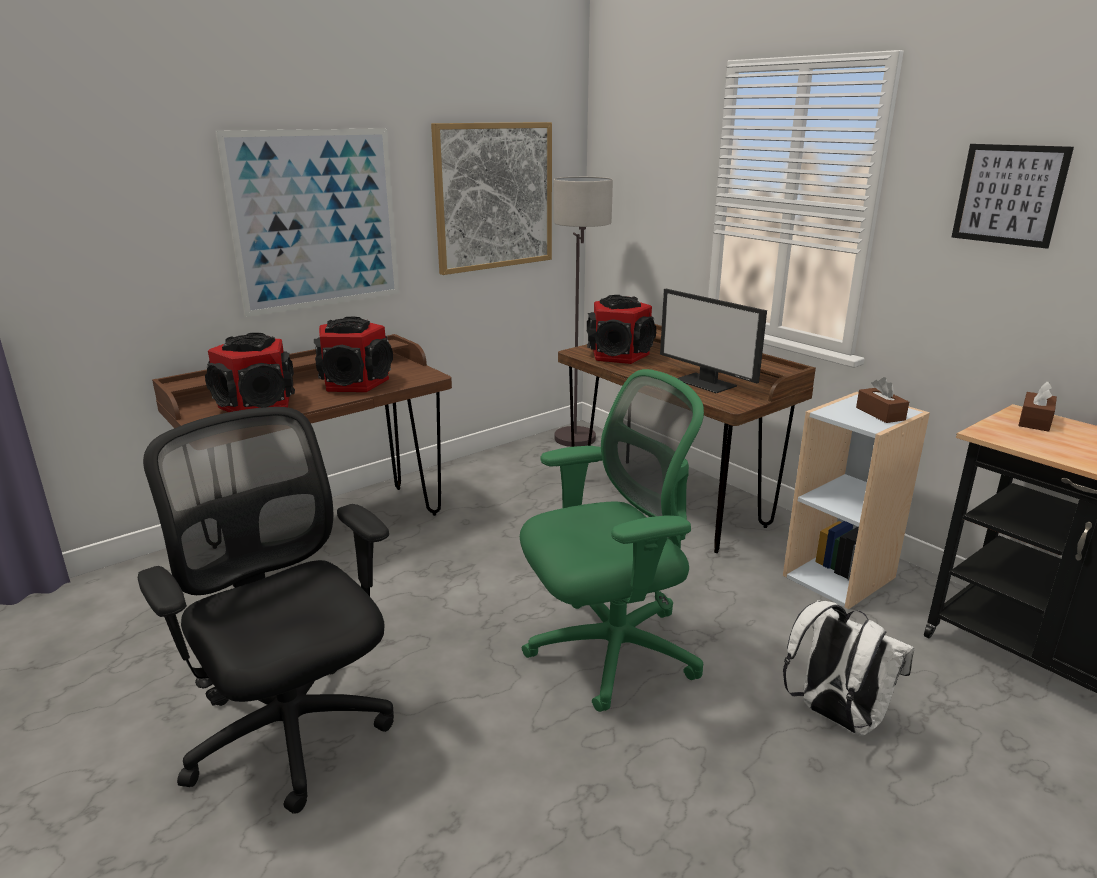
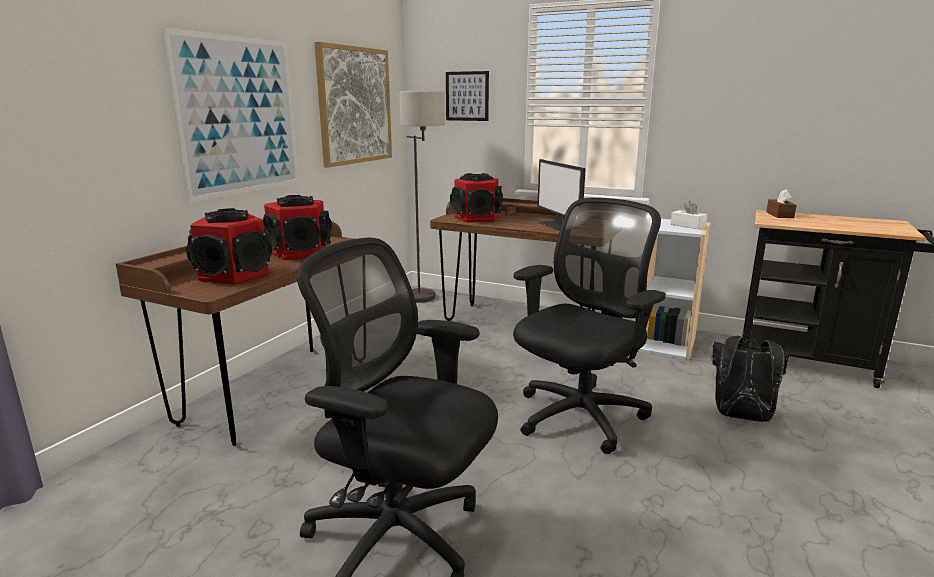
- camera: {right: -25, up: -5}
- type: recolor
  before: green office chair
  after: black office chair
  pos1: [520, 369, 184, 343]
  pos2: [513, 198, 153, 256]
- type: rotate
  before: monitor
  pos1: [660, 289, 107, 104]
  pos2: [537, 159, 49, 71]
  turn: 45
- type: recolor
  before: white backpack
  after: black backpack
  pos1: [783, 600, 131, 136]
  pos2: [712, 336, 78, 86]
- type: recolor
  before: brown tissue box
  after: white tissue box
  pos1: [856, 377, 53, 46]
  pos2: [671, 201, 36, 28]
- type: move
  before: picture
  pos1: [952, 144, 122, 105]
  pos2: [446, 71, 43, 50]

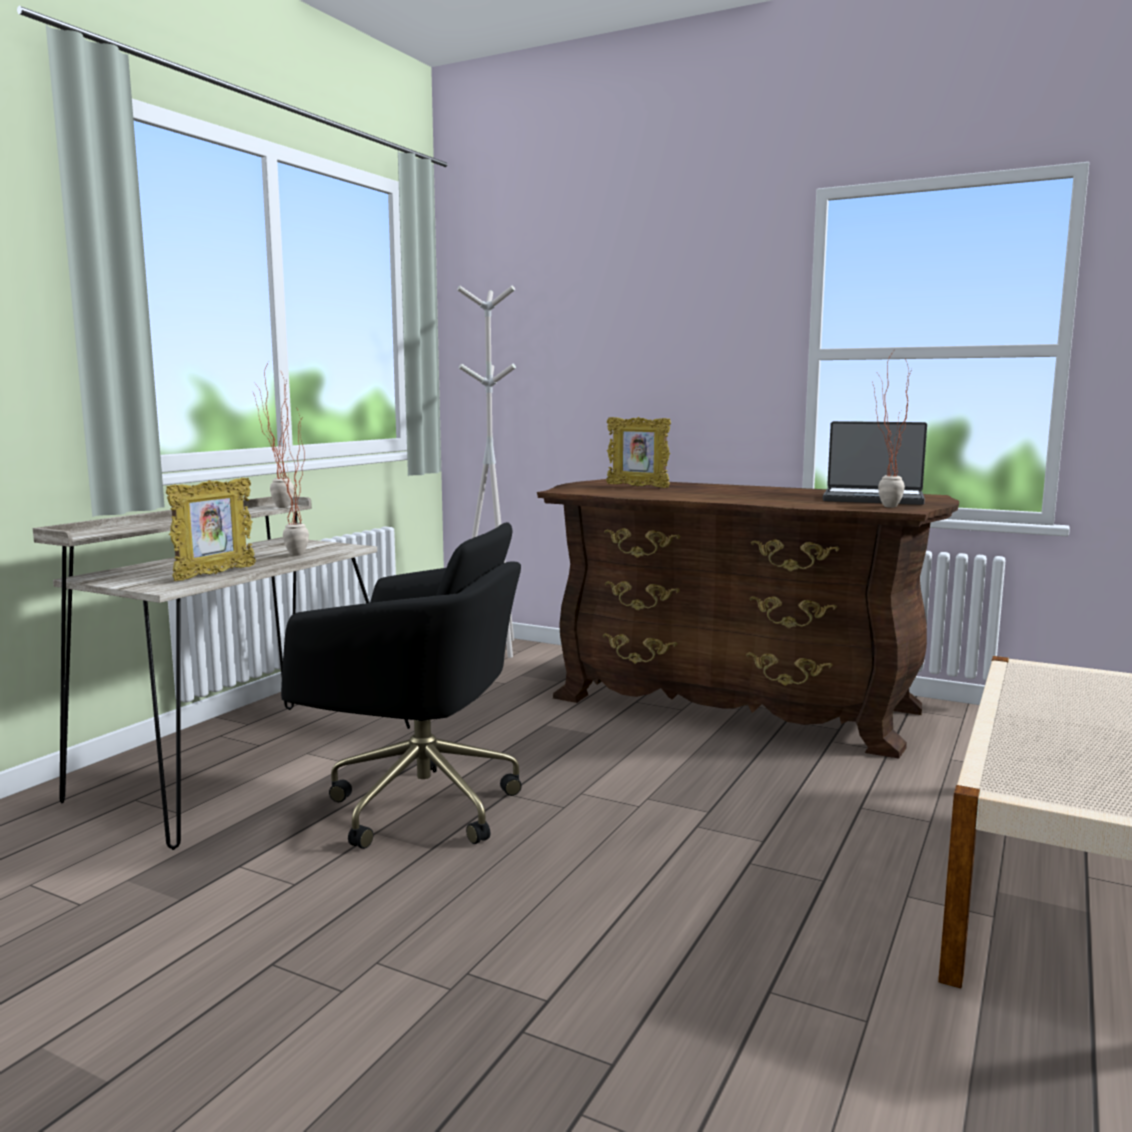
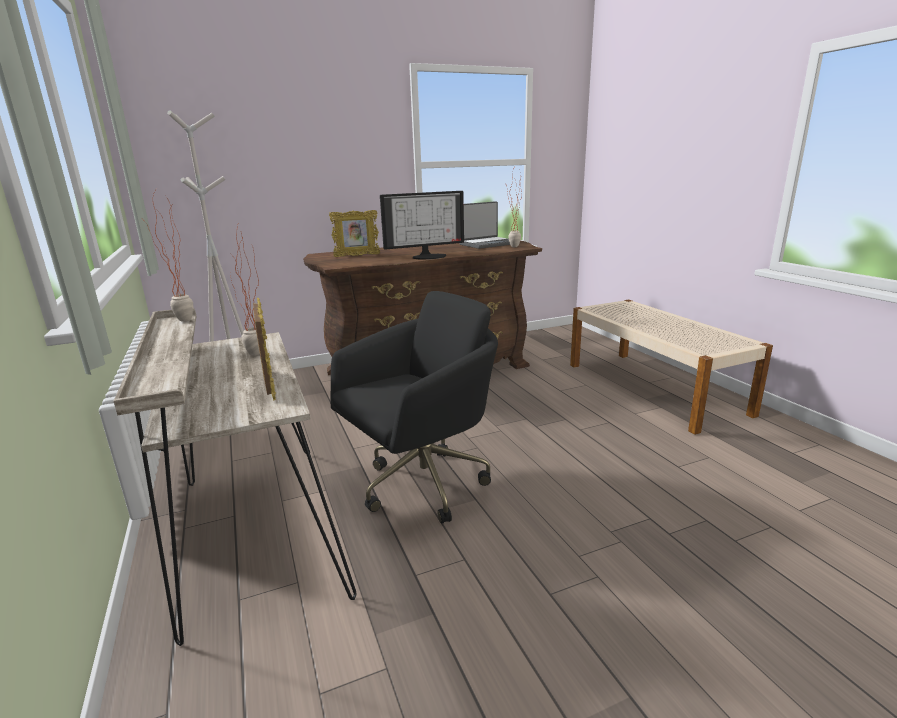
- camera: {right: -50, up: 10}
- type: insert
  after: monitor
  pos2: [380, 191, 84, 69]

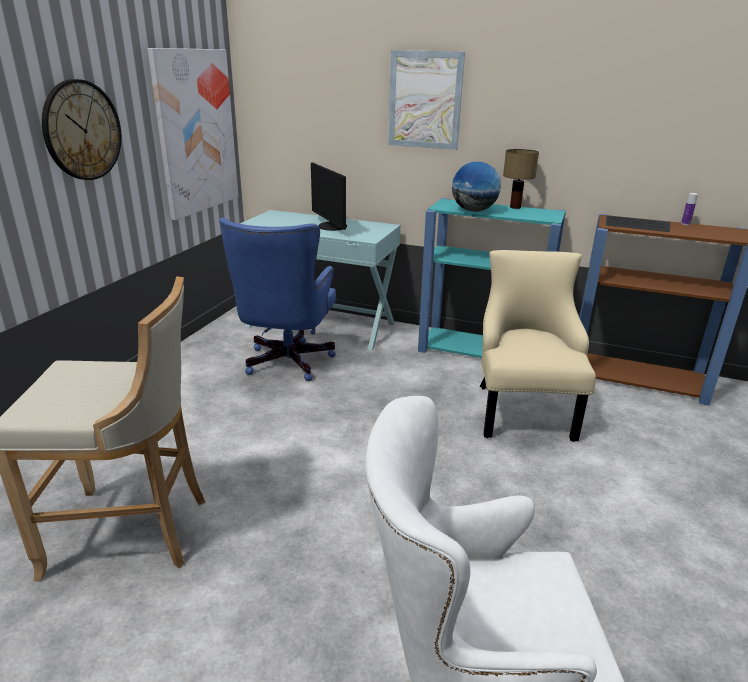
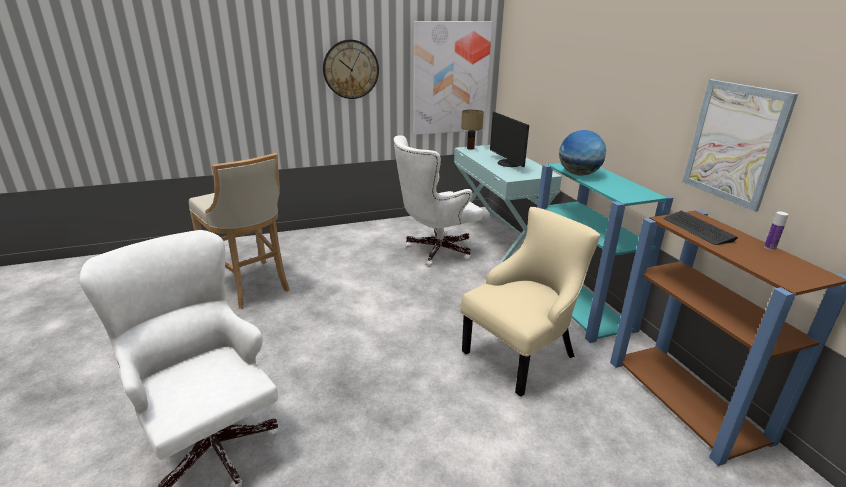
- camera: {right: 50, up: 0}
- type: recolor
  before: blue office chair
  after: white office chair
  pos1: [219, 217, 117, 164]
  pos2: [394, 135, 90, 131]
- type: rotate
  before: monitor
  pos1: [311, 162, 36, 69]
  pos2: [490, 112, 39, 55]
  turn: -45
- type: move
  before: picture
  pos1: [388, 50, 77, 100]
  pos2: [682, 79, 116, 133]
- type: move
  before: table lamp
  pos1: [503, 149, 36, 60]
  pos2: [461, 110, 23, 40]

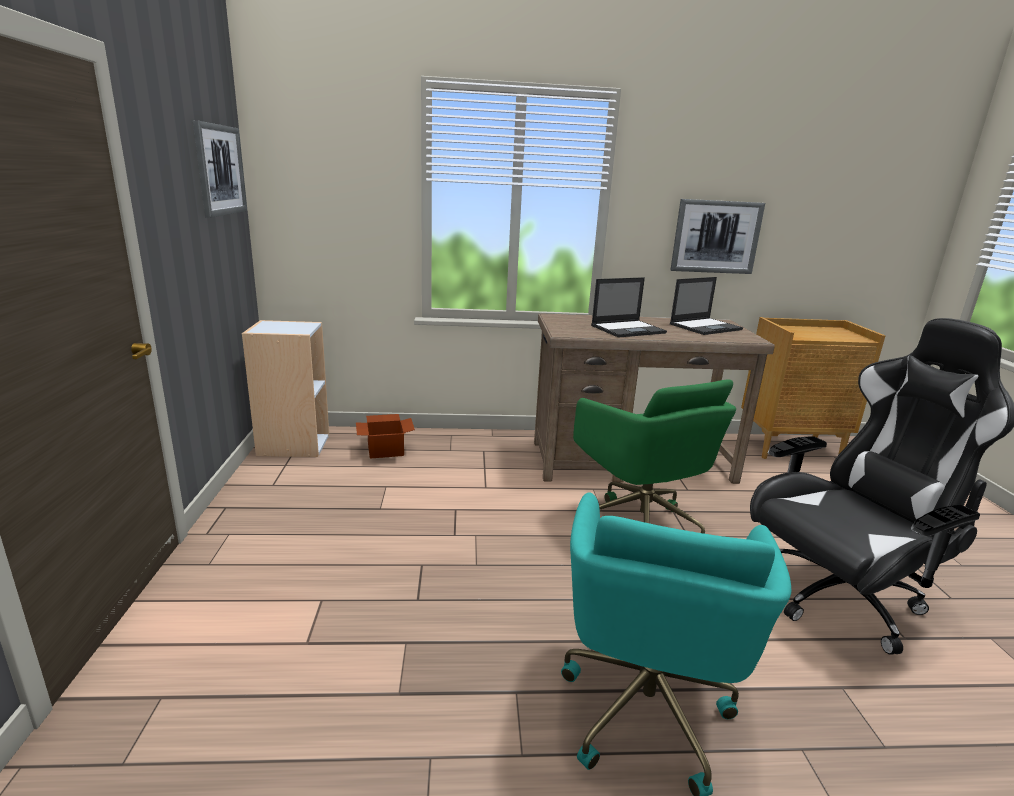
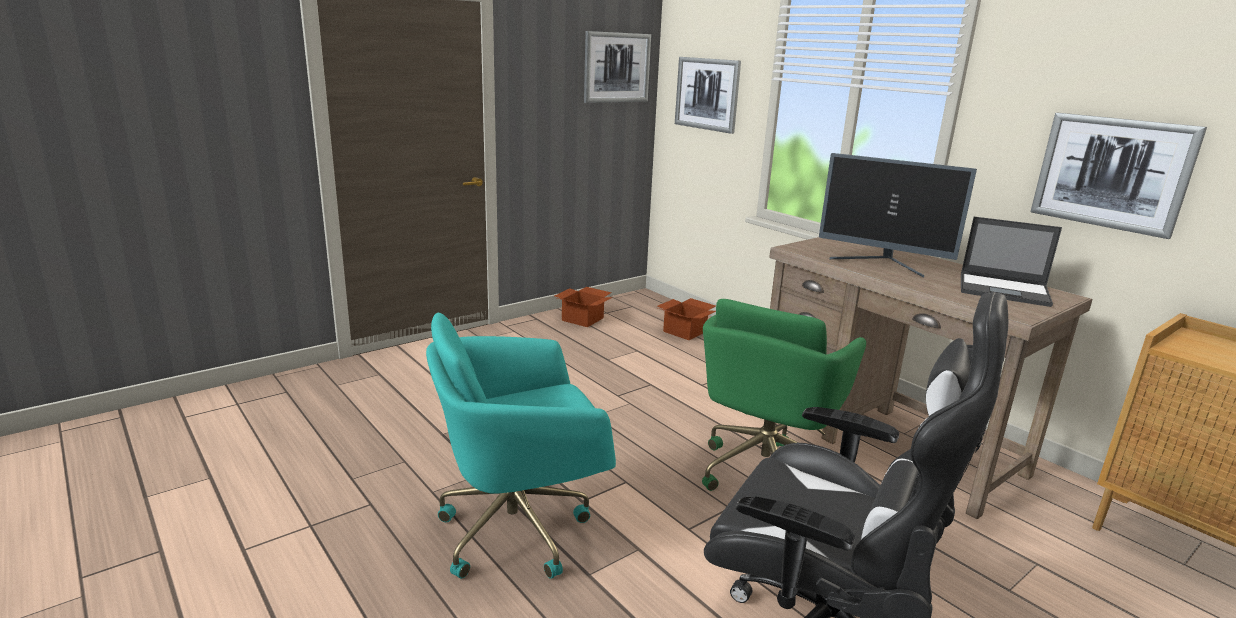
- camera: {right: 55, up: 0}
- type: delete
  before: bookcase
  pos1: [242, 320, 87, 137]
- type: replace
  before: laptop
  after: monitor
  pos1: [591, 277, 76, 61]
  pos2: [819, 153, 158, 125]
- type: insert
  after: cardboard box
  pos2: [555, 287, 58, 40]
- type: insert
  after: picture
  pos2: [675, 57, 66, 77]

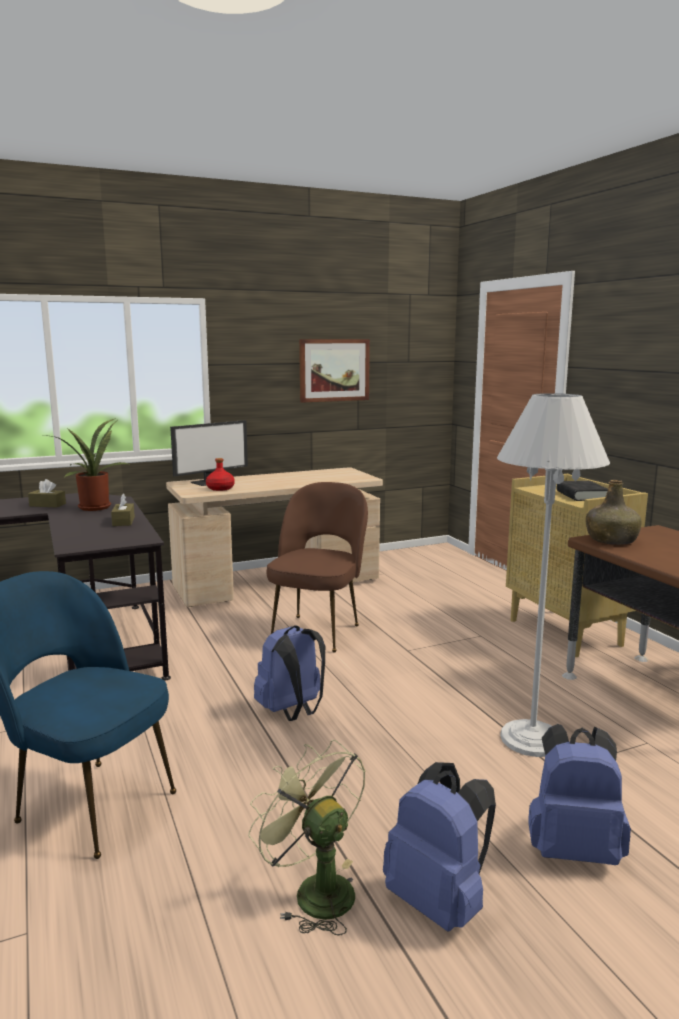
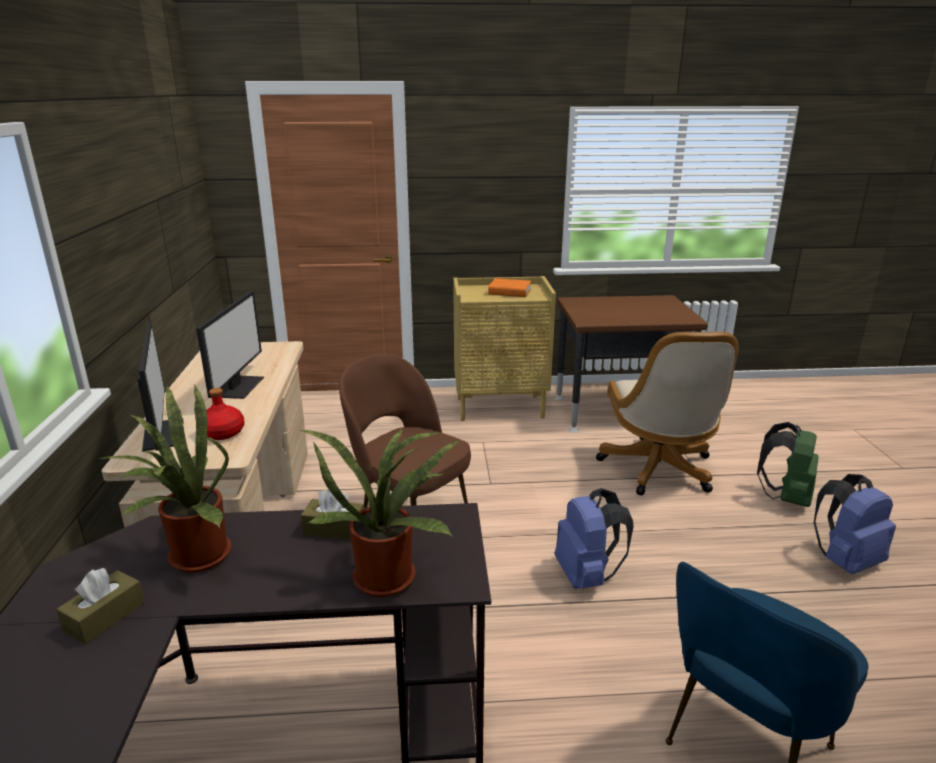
- camera: {right: -70, up: 10}
- type: delete
  before: green fan
  pos1: [248, 740, 118, 196]
- type: delete
  before: picture
  pos1: [299, 339, 71, 64]
- type: replace
  before: white floor lamp
  after: office chair
  pos1: [497, 393, 113, 364]
  pos2: [596, 332, 143, 163]
- type: recolor
  before: blue backpack
  after: green backpack
  pos1: [528, 724, 103, 141]
  pos2: [757, 422, 62, 85]
- type: recolor
  before: black book
  after: orange book
  pos1: [557, 481, 51, 20]
  pos2: [488, 278, 44, 19]
- type: delete
  before: green bottle
  pos1: [586, 480, 56, 65]
- type: insert
  after: monitor
  pos2: [196, 291, 68, 108]
- type: insert
  after: potted plant
  pos2: [299, 428, 161, 169]

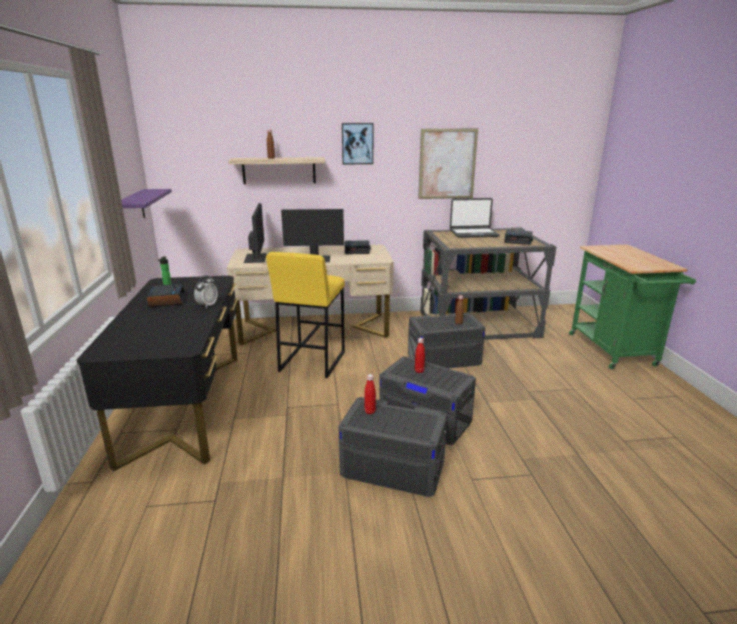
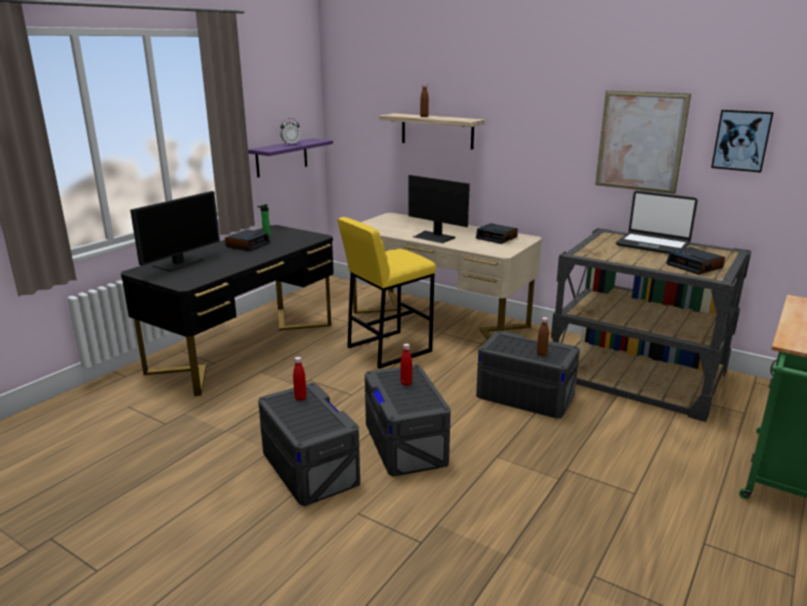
- camera: {right: 40, up: 0}
- type: move
  before: alarm clock
  pos1: [194, 275, 24, 33]
  pos2: [280, 118, 20, 26]
- type: move
  before: monitor
  pos1: [244, 203, 23, 60]
  pos2: [130, 191, 90, 80]
- type: move
  before: picture
  pos1: [342, 123, 31, 42]
  pos2: [711, 110, 63, 63]

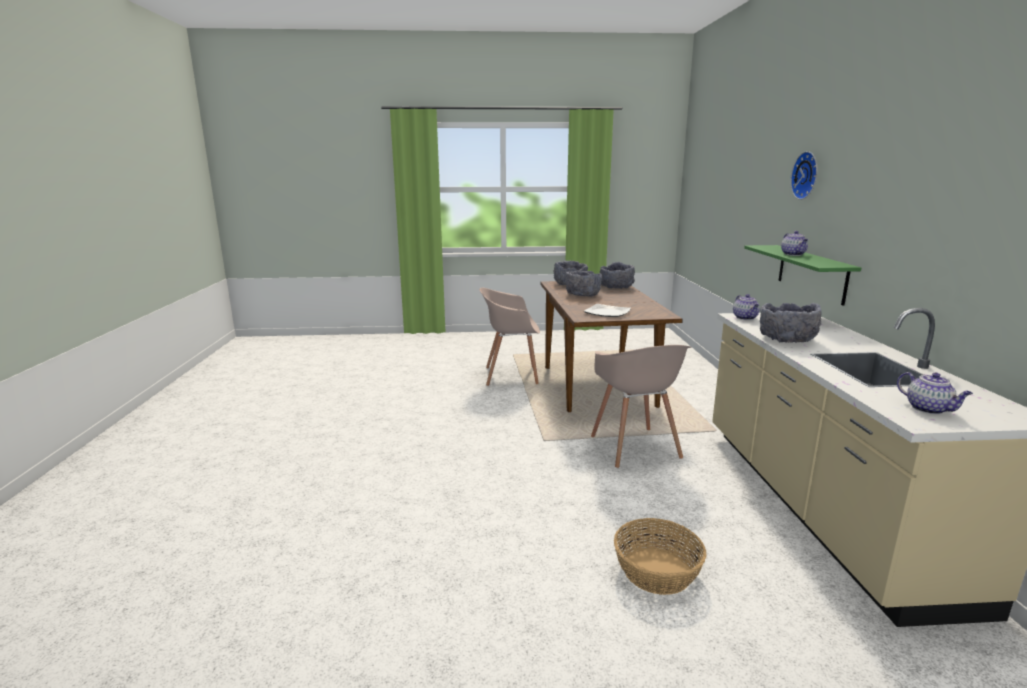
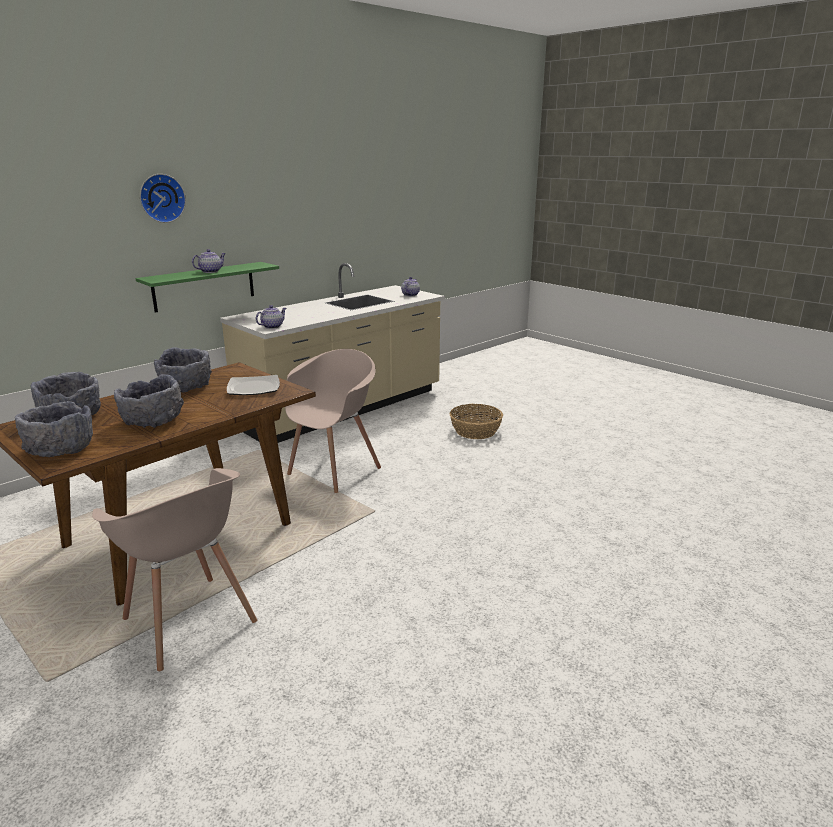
- camera: {right: -130, up: 5}
- type: move
  before: grey bowl
  pos1: [760, 303, 61, 40]
  pos2: [154, 347, 58, 45]

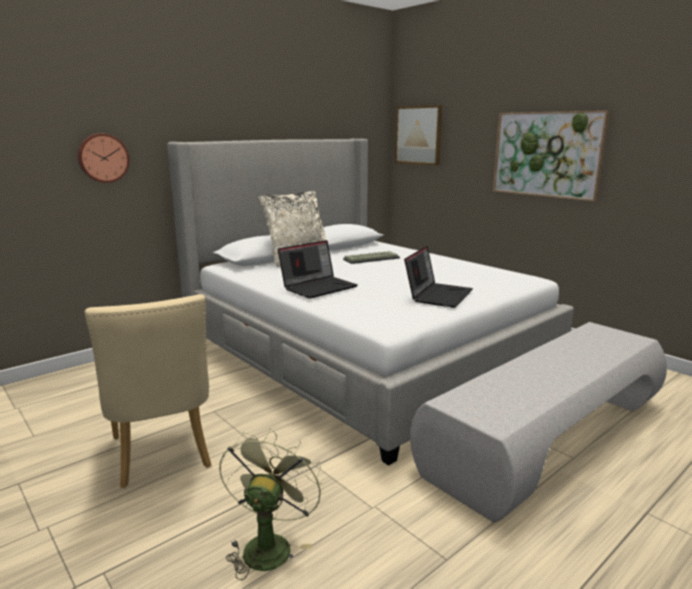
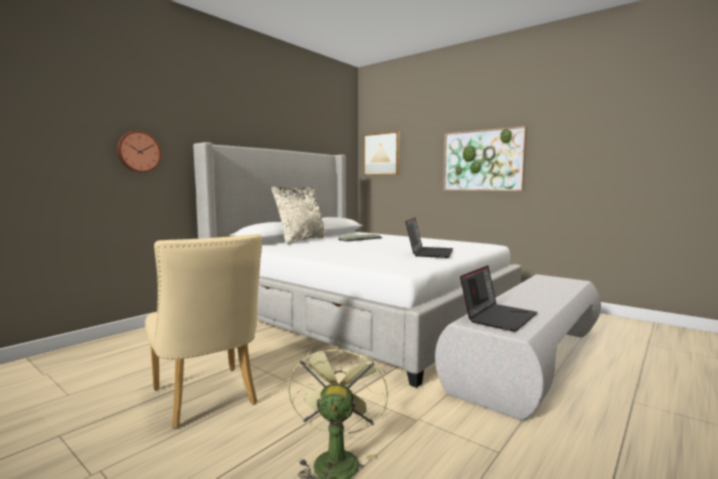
- camera: {right: -10, up: -10}
- type: move
  before: laptop
  pos1: [278, 240, 80, 59]
  pos2: [460, 265, 78, 67]

